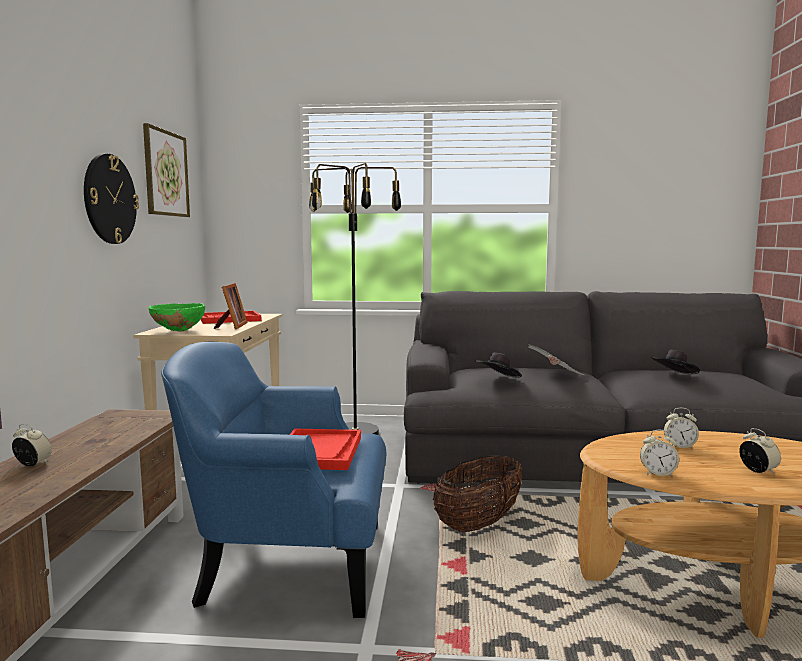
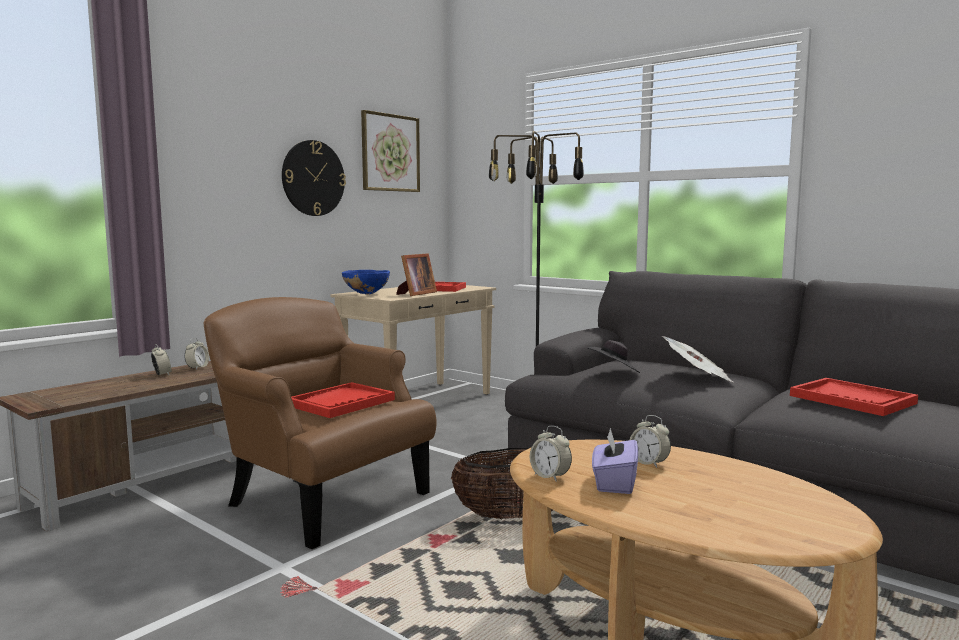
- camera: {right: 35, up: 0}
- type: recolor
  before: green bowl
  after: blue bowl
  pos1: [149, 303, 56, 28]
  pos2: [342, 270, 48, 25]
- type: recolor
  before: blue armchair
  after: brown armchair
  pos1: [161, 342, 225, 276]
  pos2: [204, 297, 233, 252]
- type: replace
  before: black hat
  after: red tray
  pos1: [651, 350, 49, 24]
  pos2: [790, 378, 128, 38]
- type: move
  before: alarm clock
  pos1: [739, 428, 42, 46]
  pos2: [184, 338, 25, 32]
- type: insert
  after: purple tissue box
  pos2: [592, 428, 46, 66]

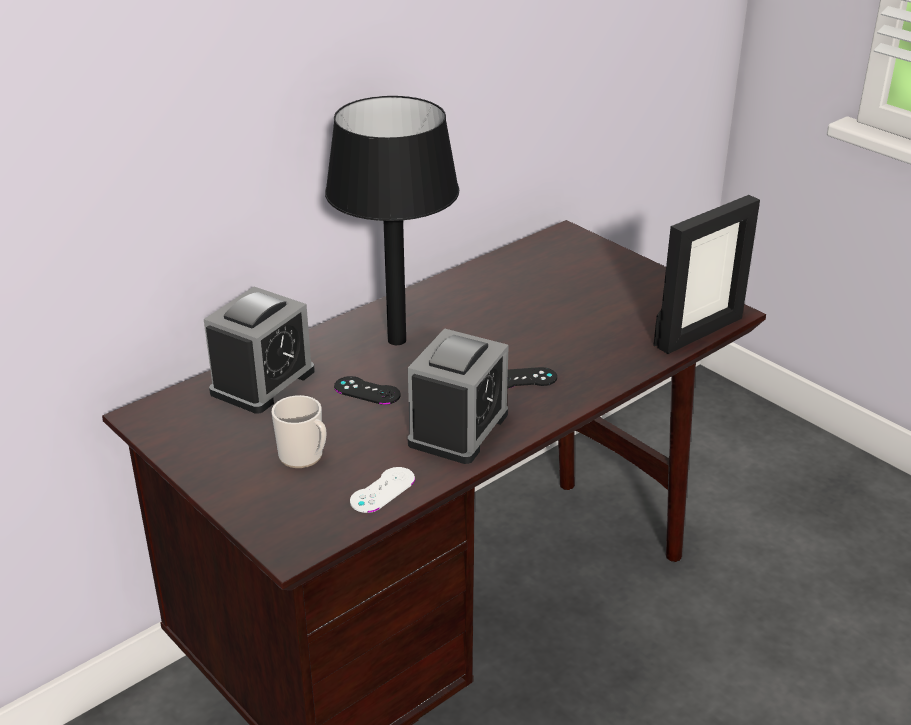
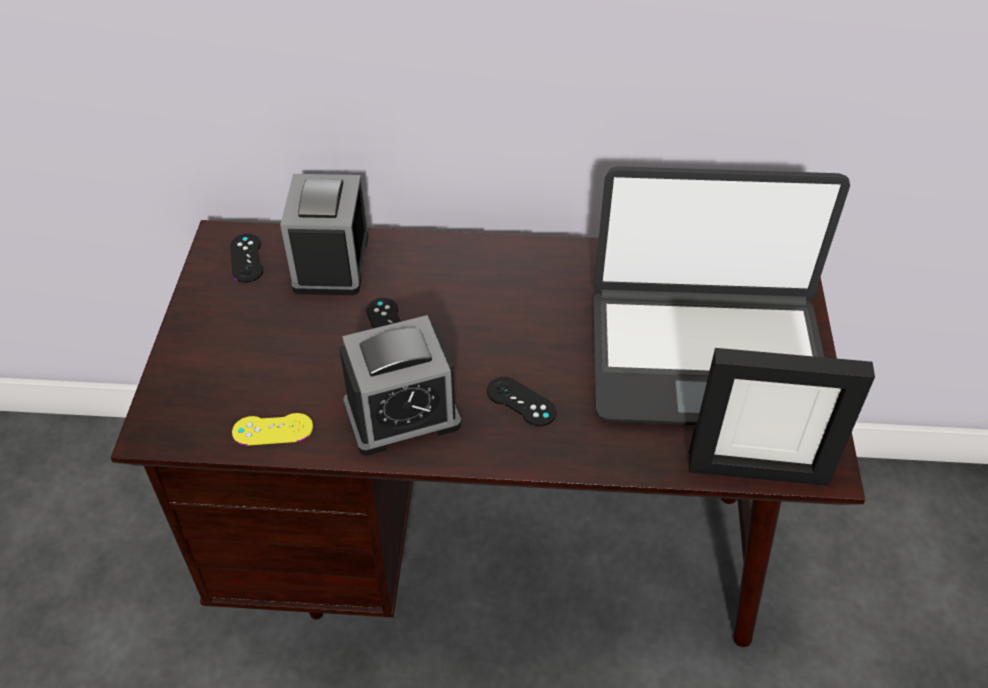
- camera: {right: 45, up: 15}
- type: rotate
  before: alarm clock
  pos1: [204, 287, 111, 127]
  pos2: [280, 174, 89, 121]
  turn: 105
- type: delete
  before: mug
  pos1: [271, 395, 55, 73]
- type: delete
  before: black table lamp
  pos1: [325, 96, 134, 249]
- type: recolor
  before: white game controller
  after: yellow game controller
  pos1: [350, 467, 65, 46]
  pos2: [232, 413, 81, 33]
- type: insert
  after: black game controller
  pos2: [230, 234, 33, 49]
- type: insert
  after: laptop
  pos2: [593, 166, 257, 259]

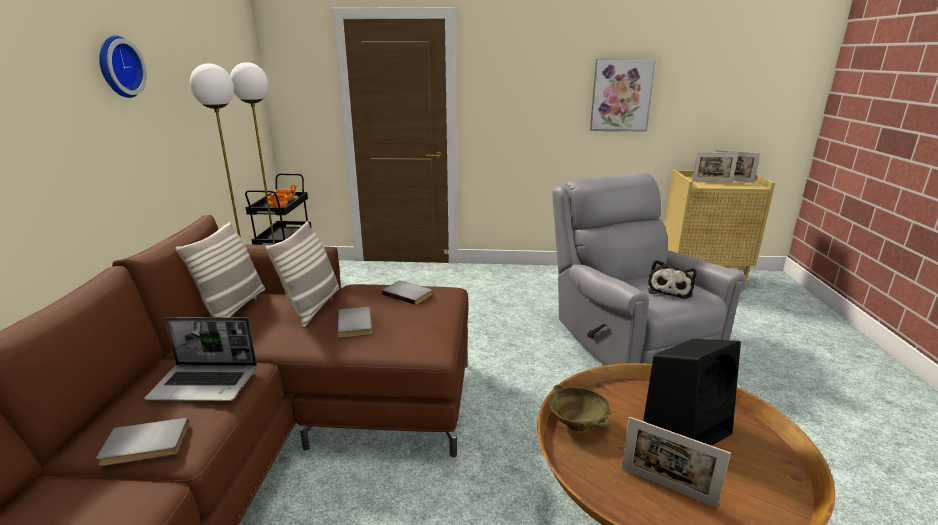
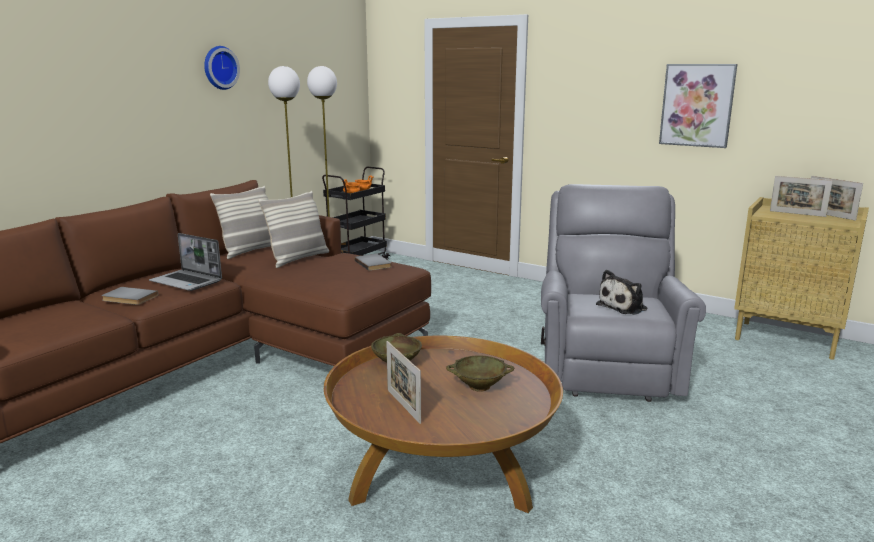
- camera: {right: 30, up: -5}
- type: delete
  before: grey book
  pos1: [338, 307, 34, 31]
- type: replace
  before: black speaker
  after: beige bowl
  pos1: [643, 339, 98, 107]
  pos2: [446, 355, 68, 37]

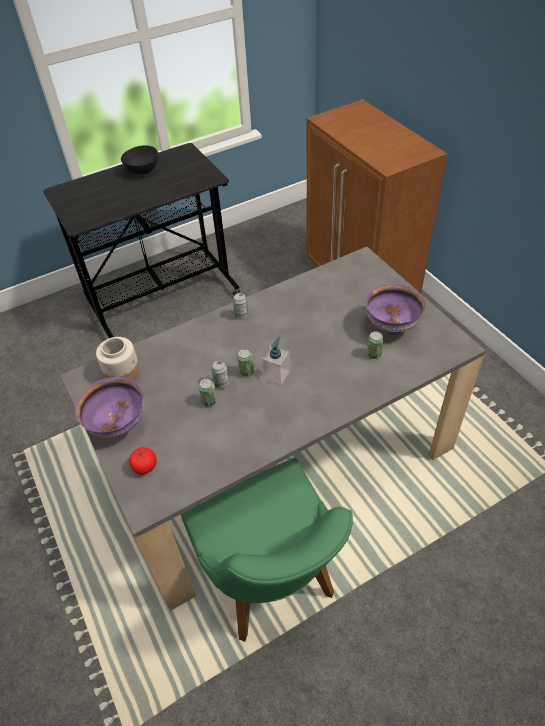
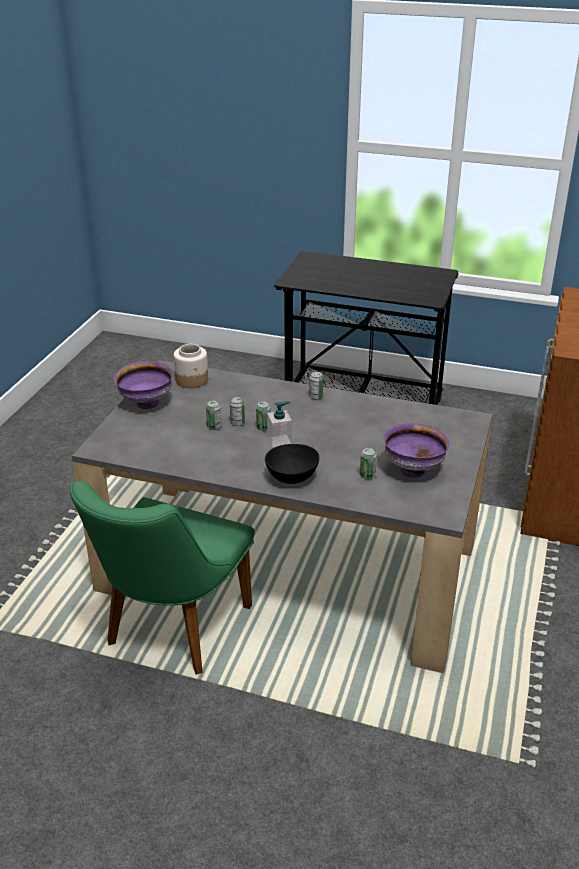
- camera: {right: 45, up: -15}
- type: move
  before: black bowl
  pos1: [121, 145, 37, 30]
  pos2: [265, 444, 54, 40]
- type: delete
  before: tomato
  pos1: [129, 447, 28, 28]

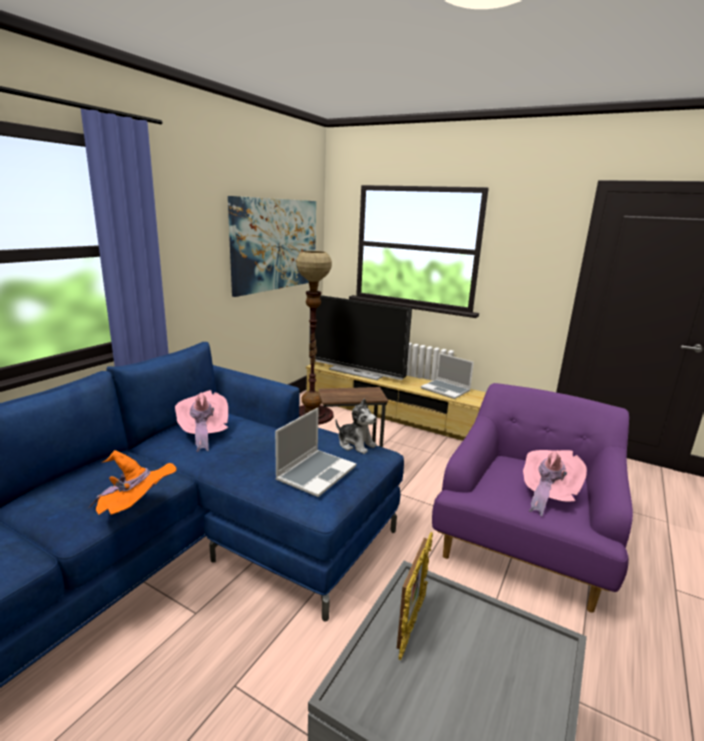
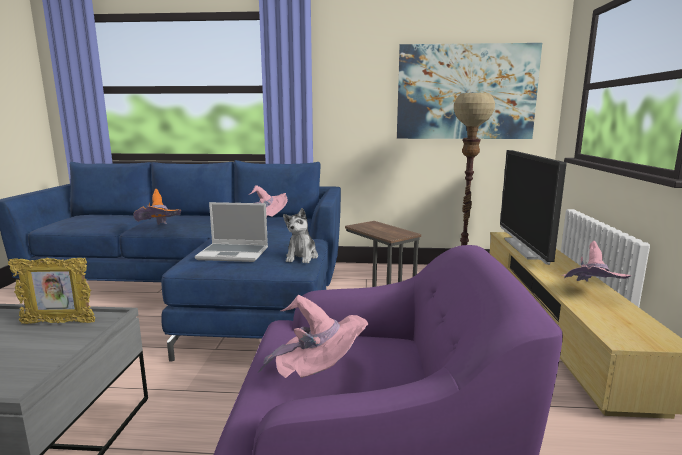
- camera: {right: 65, up: -5}
- type: replace
  before: laptop
  after: pink hat
  pos1: [421, 353, 53, 46]
  pos2: [562, 241, 69, 41]

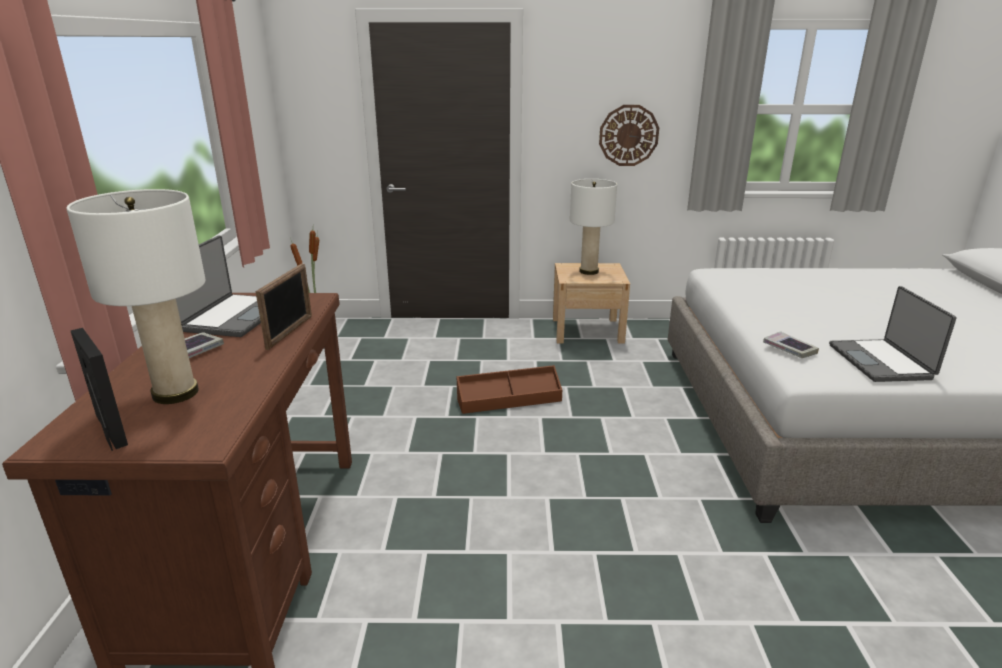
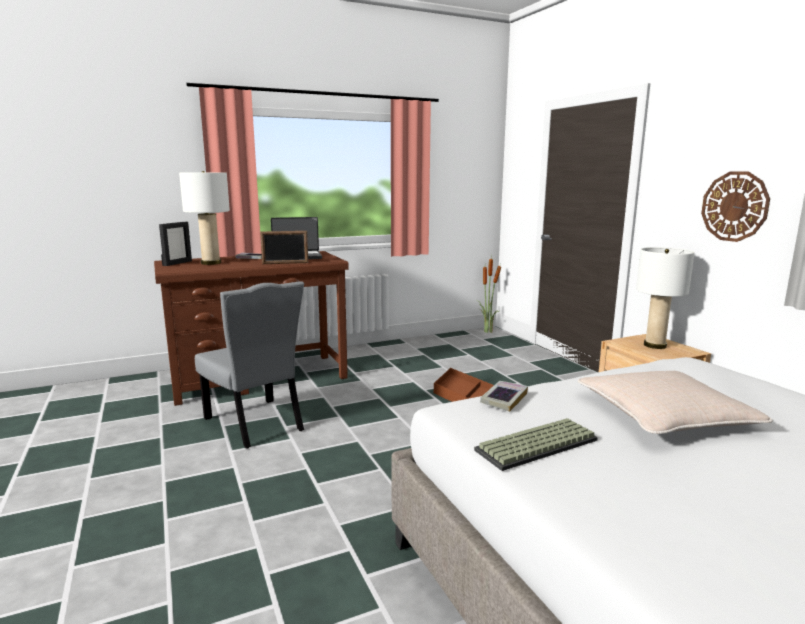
- camera: {right: 65, up: -10}
- type: replace
  before: laptop
  after: keyboard
  pos1: [829, 286, 127, 96]
  pos2: [474, 418, 124, 53]
- type: insert
  after: grey chair
  pos2: [195, 281, 109, 168]
- type: insert
  after: beige pillow
  pos2: [577, 371, 196, 63]

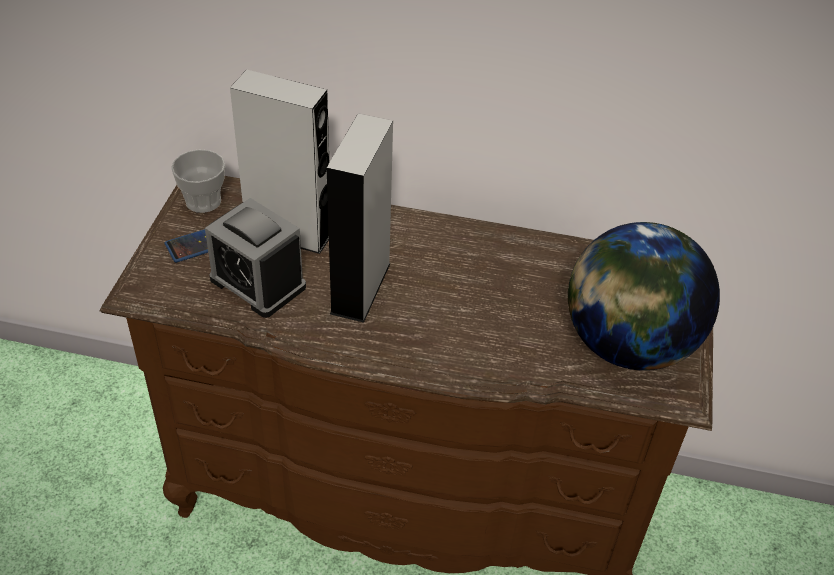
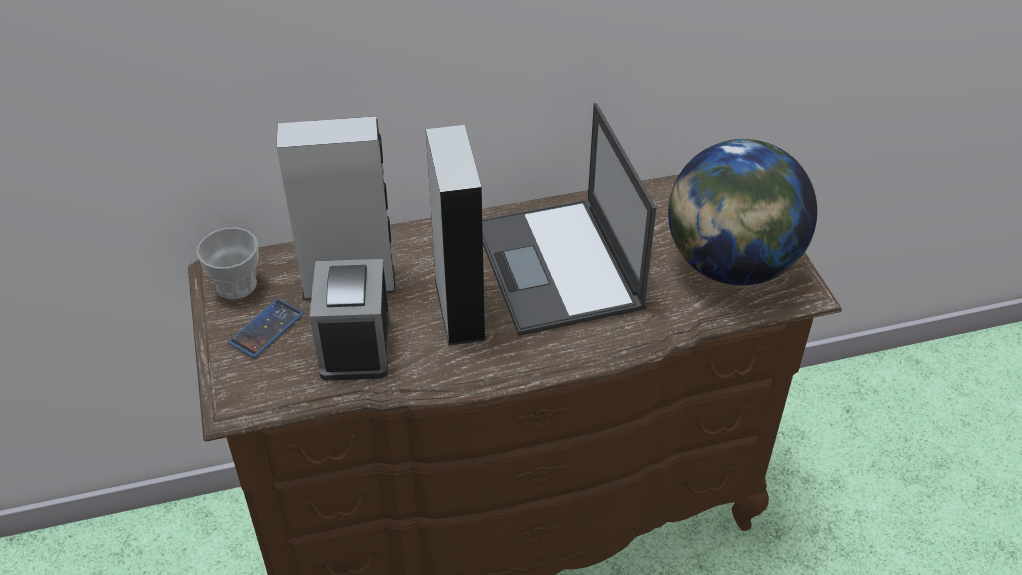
- camera: {right: -25, up: 0}
- type: rotate
  before: alarm clock
  pos1: [205, 198, 101, 120]
  pos2: [310, 259, 80, 122]
  turn: 75
- type: insert
  after: laptop
  pos2: [482, 103, 174, 233]

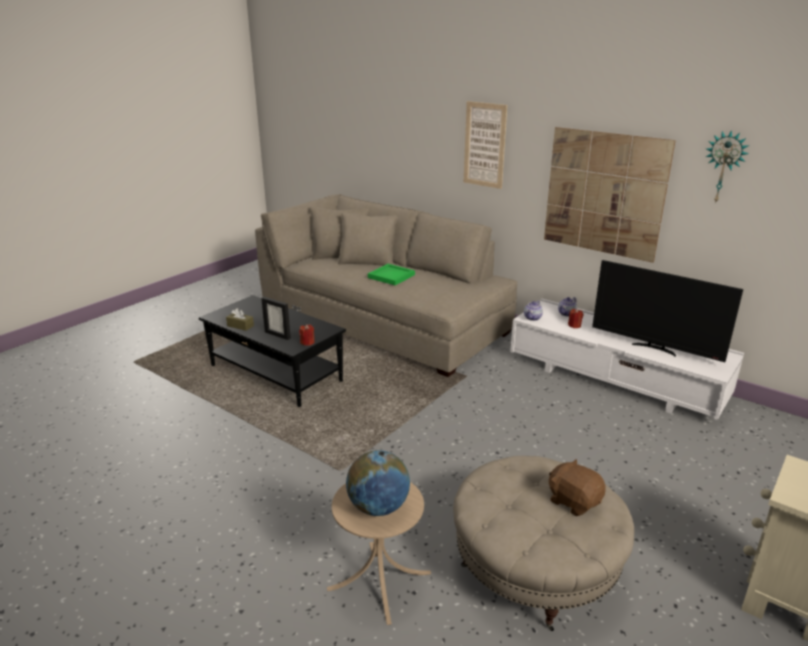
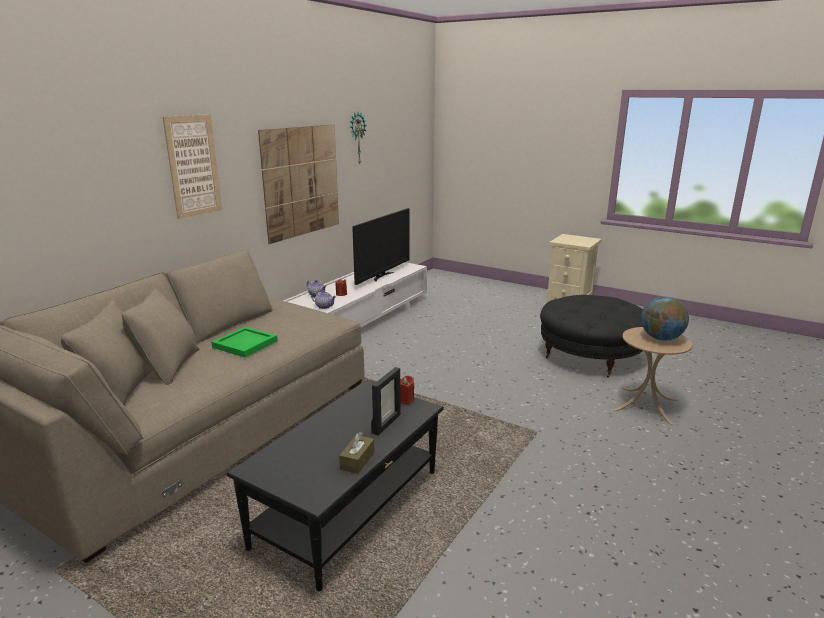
- camera: {right: -95, up: -5}
- type: recolor
  before: beige ottoman
  after: black ottoman
  pos1: [453, 456, 181, 175]
  pos2: [540, 295, 103, 82]
- type: delete
  before: brown plush toy
  pos1: [549, 459, 57, 57]

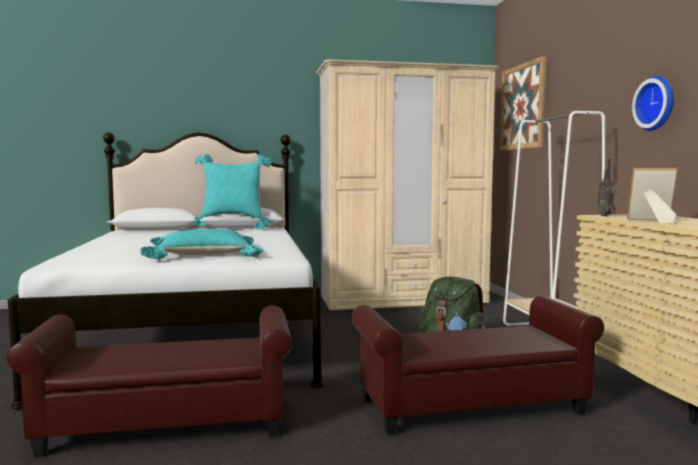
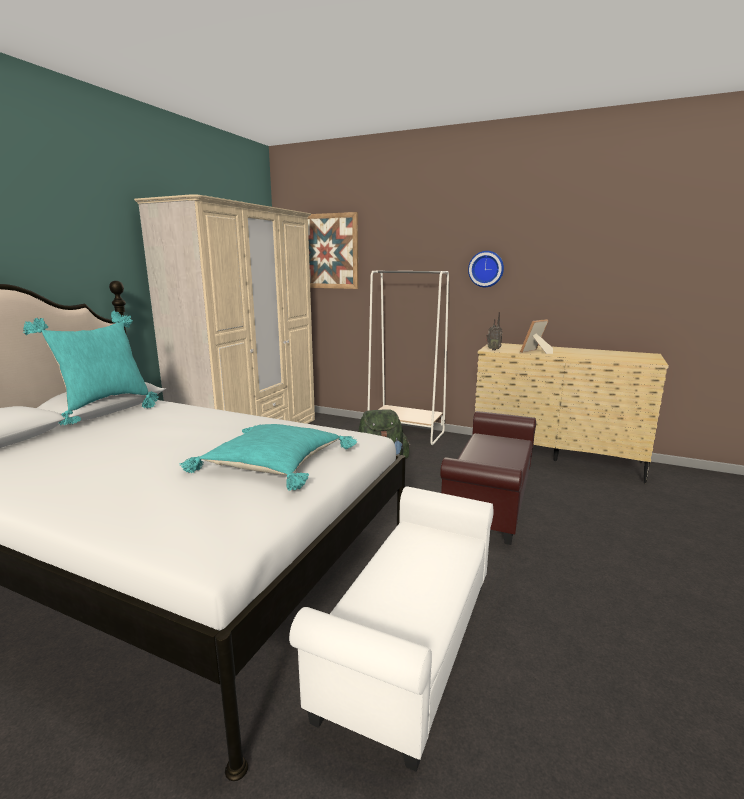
- camera: {right: -55, up: 10}
- type: recolor
  before: brown ottoman
  after: white ottoman
  pos1: [7, 305, 285, 153]
  pos2: [289, 486, 205, 286]

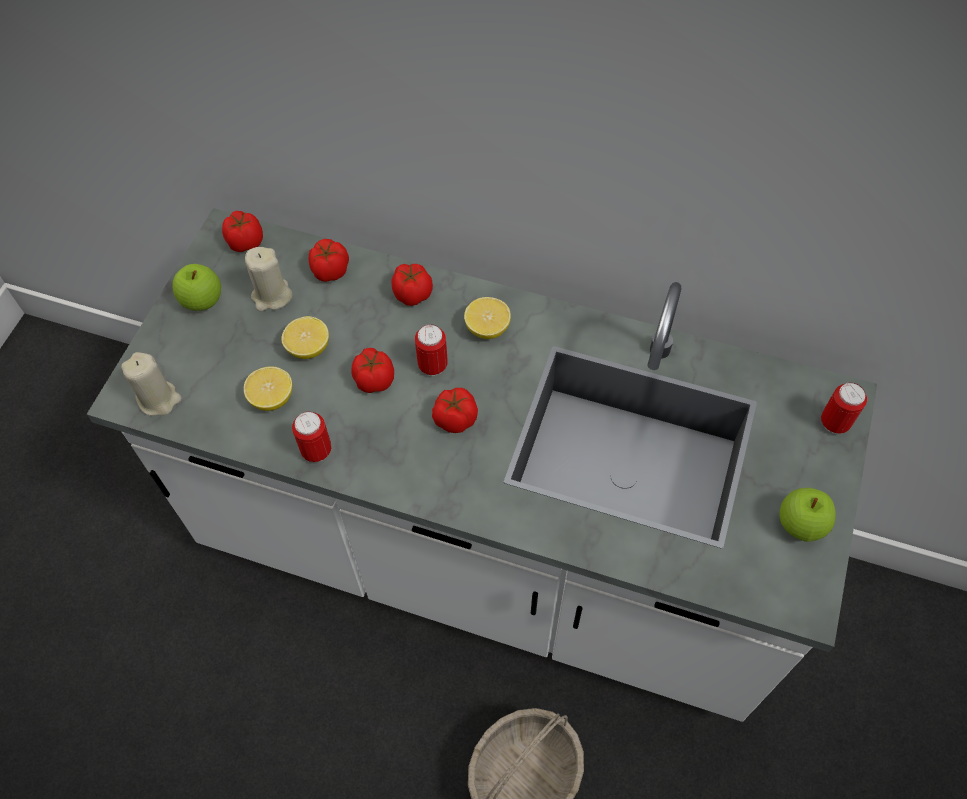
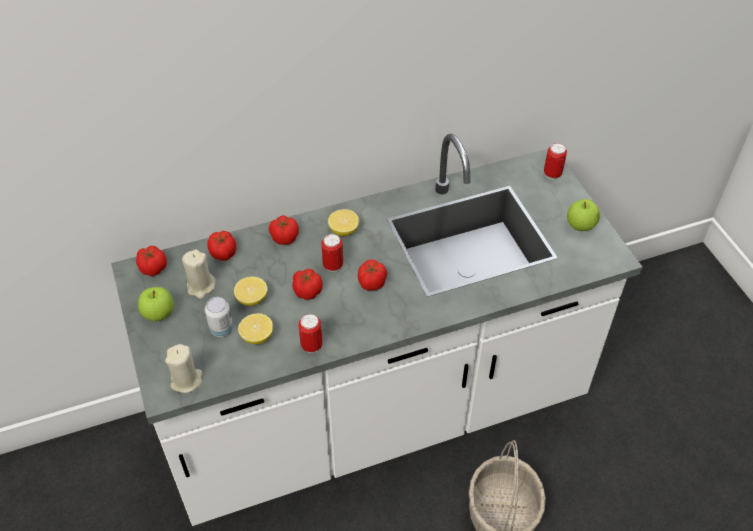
- camera: {right: -40, up: -10}
- type: insert
  after: can
  pos2: [205, 297, 28, 40]

